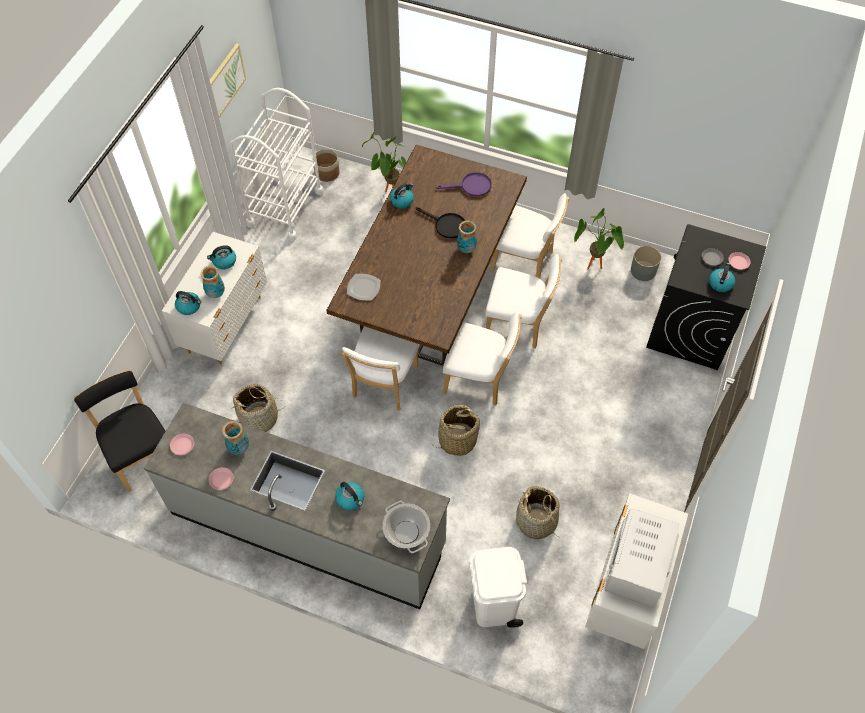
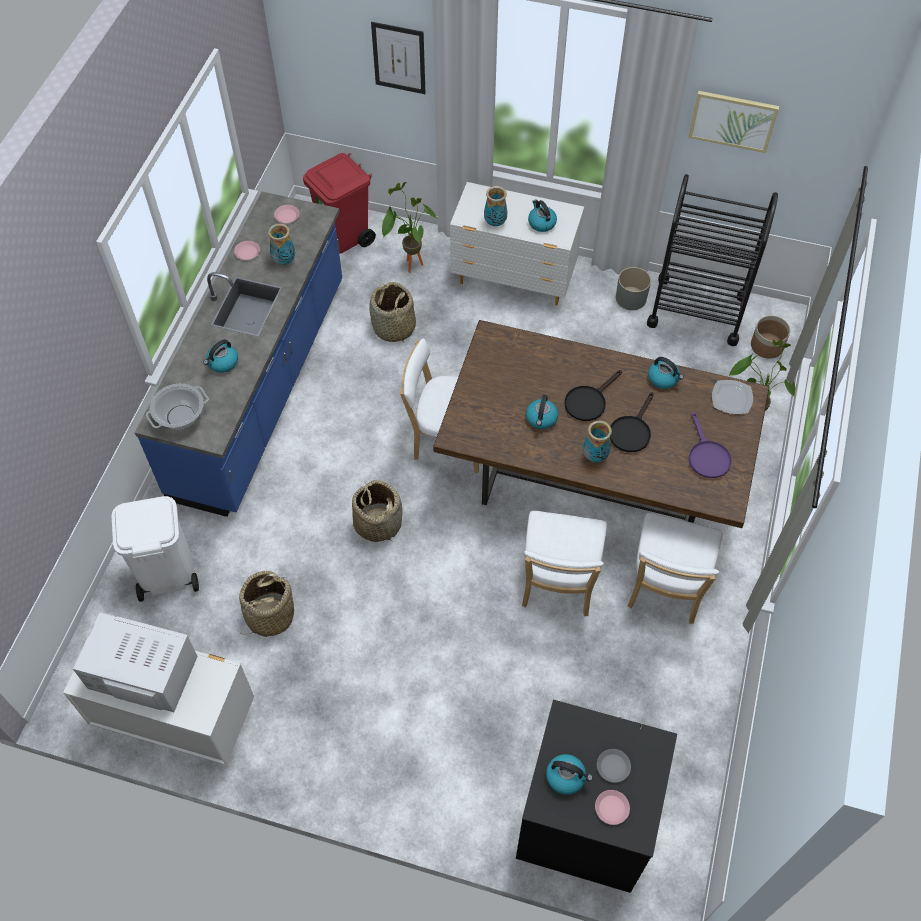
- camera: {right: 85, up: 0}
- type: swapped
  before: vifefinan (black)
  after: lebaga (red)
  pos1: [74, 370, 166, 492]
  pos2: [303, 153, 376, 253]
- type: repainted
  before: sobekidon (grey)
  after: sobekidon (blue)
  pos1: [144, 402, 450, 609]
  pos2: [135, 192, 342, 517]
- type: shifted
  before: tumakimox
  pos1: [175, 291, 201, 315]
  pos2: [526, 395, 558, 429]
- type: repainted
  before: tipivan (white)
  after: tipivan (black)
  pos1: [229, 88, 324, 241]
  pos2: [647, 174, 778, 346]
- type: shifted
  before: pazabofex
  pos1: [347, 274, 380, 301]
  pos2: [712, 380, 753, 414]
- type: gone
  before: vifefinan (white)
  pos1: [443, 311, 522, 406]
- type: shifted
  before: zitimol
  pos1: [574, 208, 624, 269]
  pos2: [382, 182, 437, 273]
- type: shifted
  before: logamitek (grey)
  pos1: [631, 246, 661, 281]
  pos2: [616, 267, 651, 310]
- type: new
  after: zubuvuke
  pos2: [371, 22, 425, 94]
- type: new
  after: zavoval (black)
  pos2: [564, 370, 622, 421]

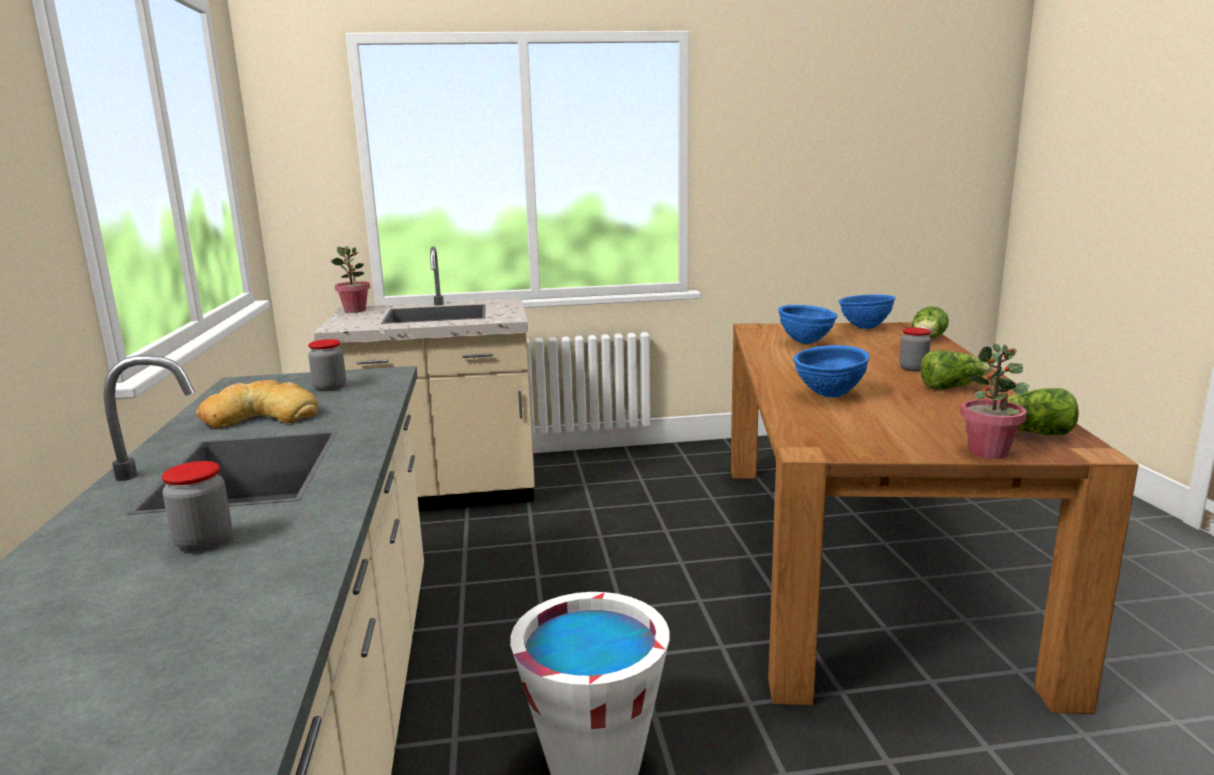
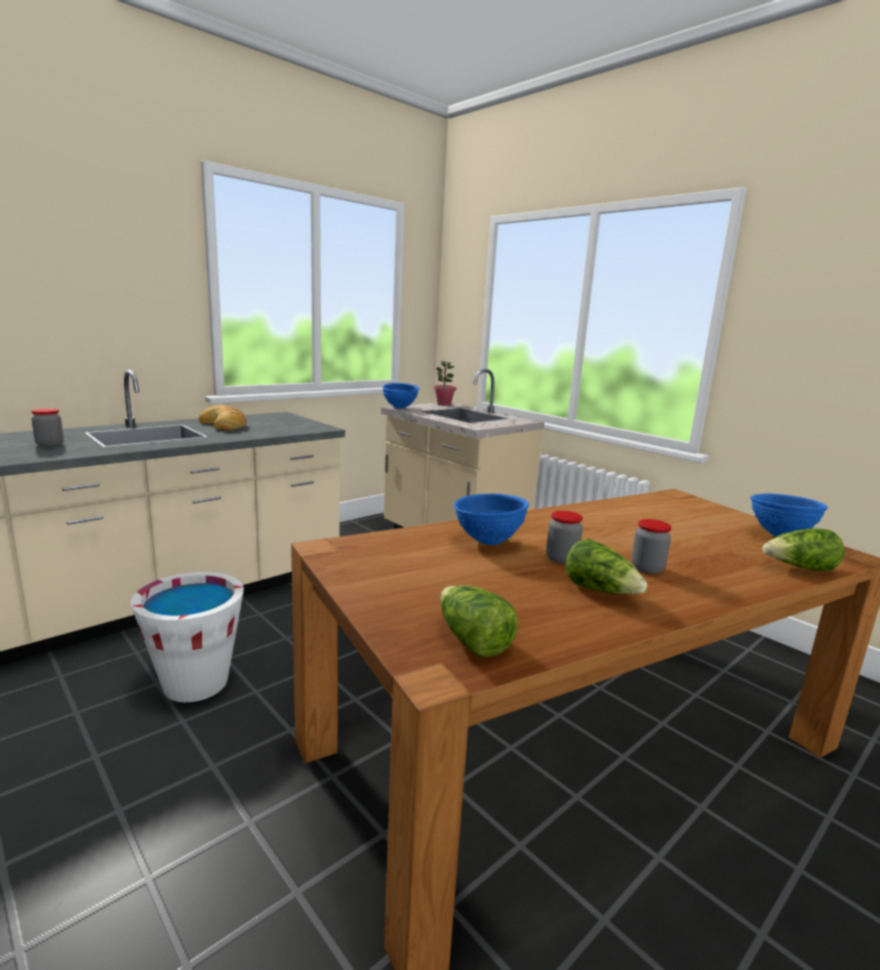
- camera: {right: 55, up: 0}
- type: shifted
  before: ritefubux
  pos1: [308, 339, 346, 391]
  pos2: [546, 511, 583, 564]
- type: shifted
  before: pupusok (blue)
  pos1: [778, 305, 838, 344]
  pos2: [382, 383, 420, 409]
- type: gone
  before: zitimol
  pos1: [960, 343, 1030, 459]

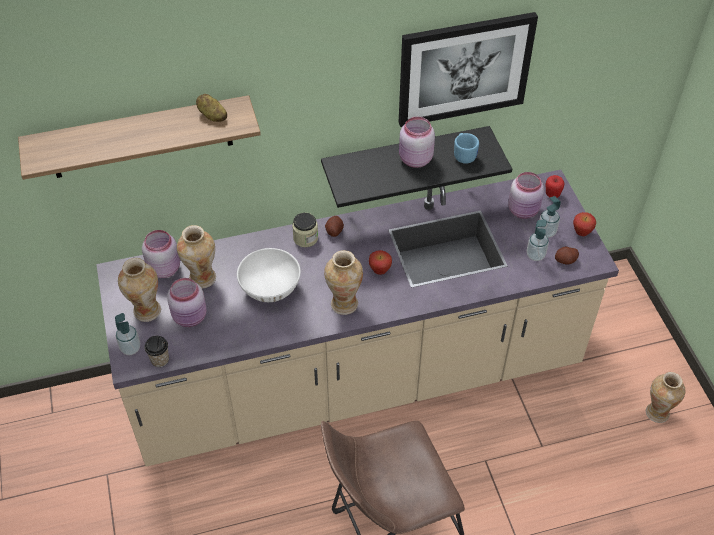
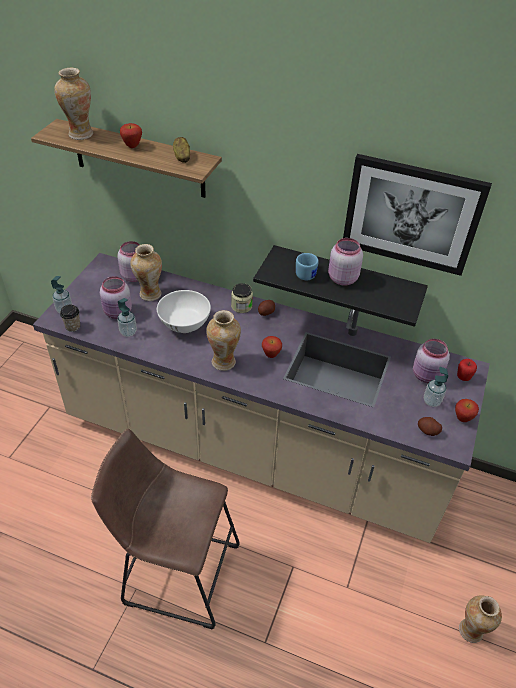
- camera: {right: 35, up: -5}
- type: shifted
  before: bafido
  pos1: [118, 258, 161, 322]
  pos2: [54, 68, 93, 140]
- type: shifted
  before: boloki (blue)
  pos1: [454, 133, 479, 164]
  pos2: [296, 253, 319, 280]
- type: shifted
  before: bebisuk
  pos1: [527, 220, 549, 261]
  pos2: [117, 298, 137, 337]
- type: new
  after: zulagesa
  pos2: [120, 123, 142, 148]

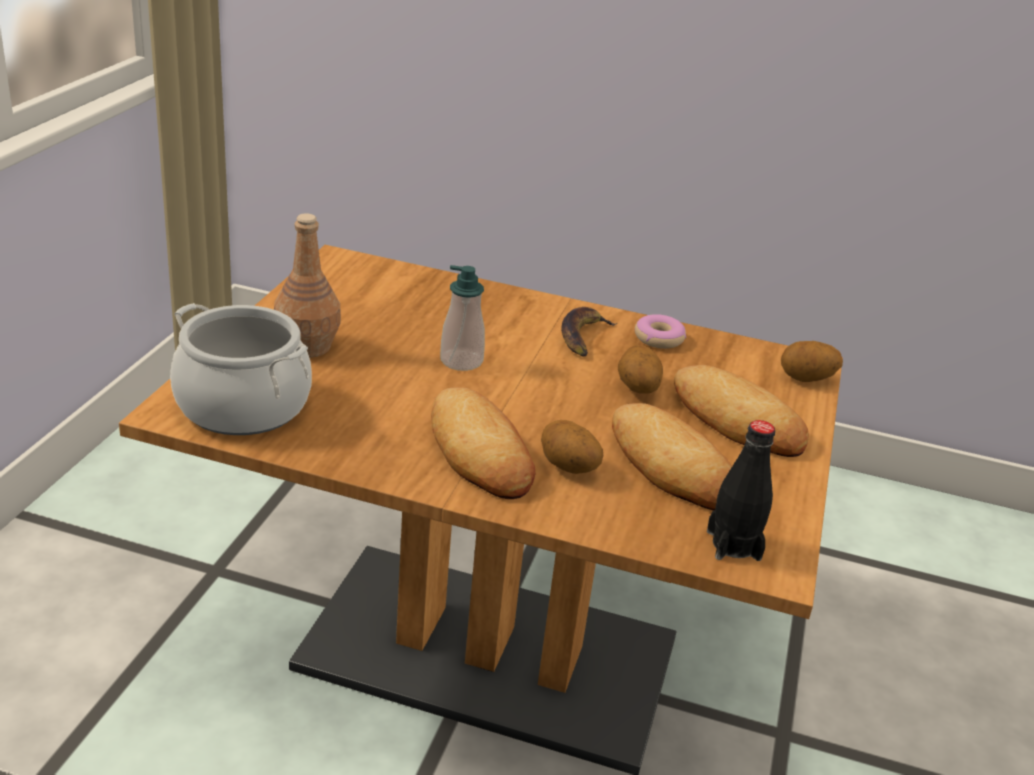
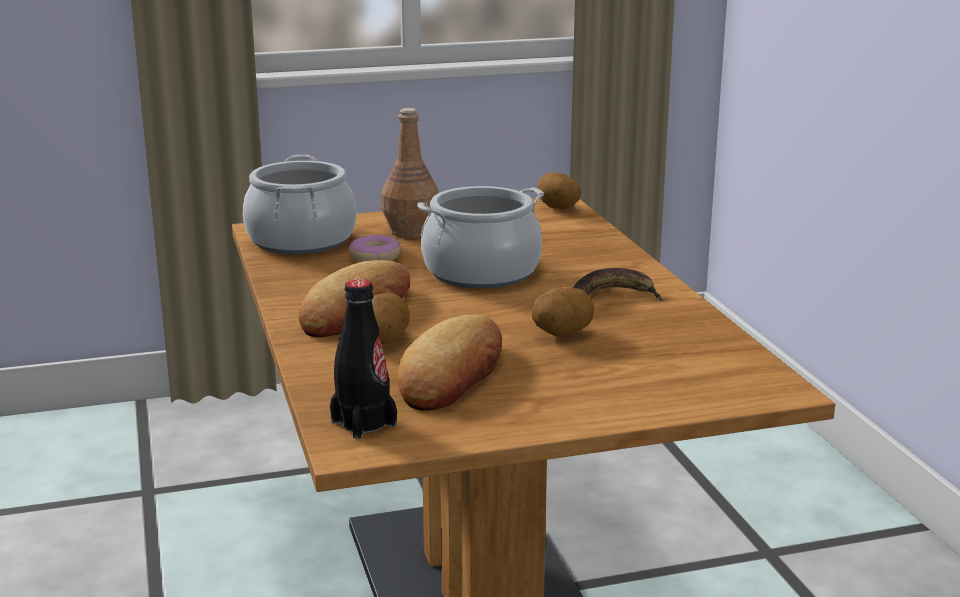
- camera: {right: 60, up: -10}
- type: swapped
  before: bebisuk
  after: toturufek
  pos1: [440, 265, 485, 371]
  pos2: [418, 186, 544, 288]
- type: shifted
  before: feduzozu
  pos1: [635, 314, 686, 349]
  pos2: [349, 235, 401, 262]
- type: gone
  before: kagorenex
  pos1: [674, 365, 809, 457]
- type: shifted
  before: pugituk
  pos1: [781, 341, 843, 382]
  pos2: [537, 172, 581, 209]

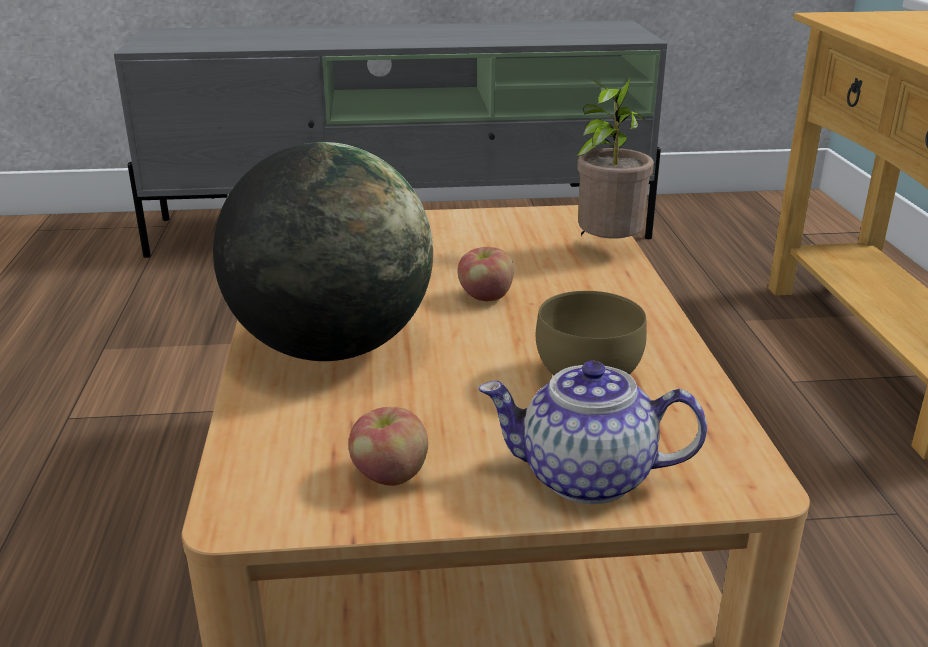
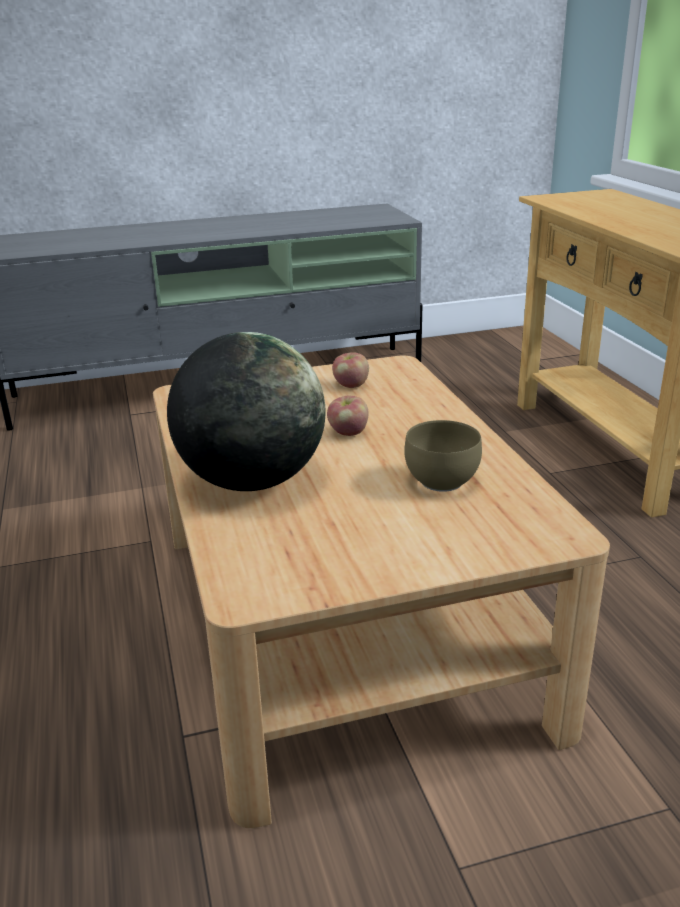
- camera: {right: -10, up: 0}
- type: shifted
  before: zulagesa
  pos1: [349, 407, 428, 486]
  pos2: [332, 352, 369, 388]
- type: gone
  before: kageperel
  pos1: [479, 361, 707, 504]
- type: gone
  before: zitimol
  pos1: [576, 78, 654, 239]

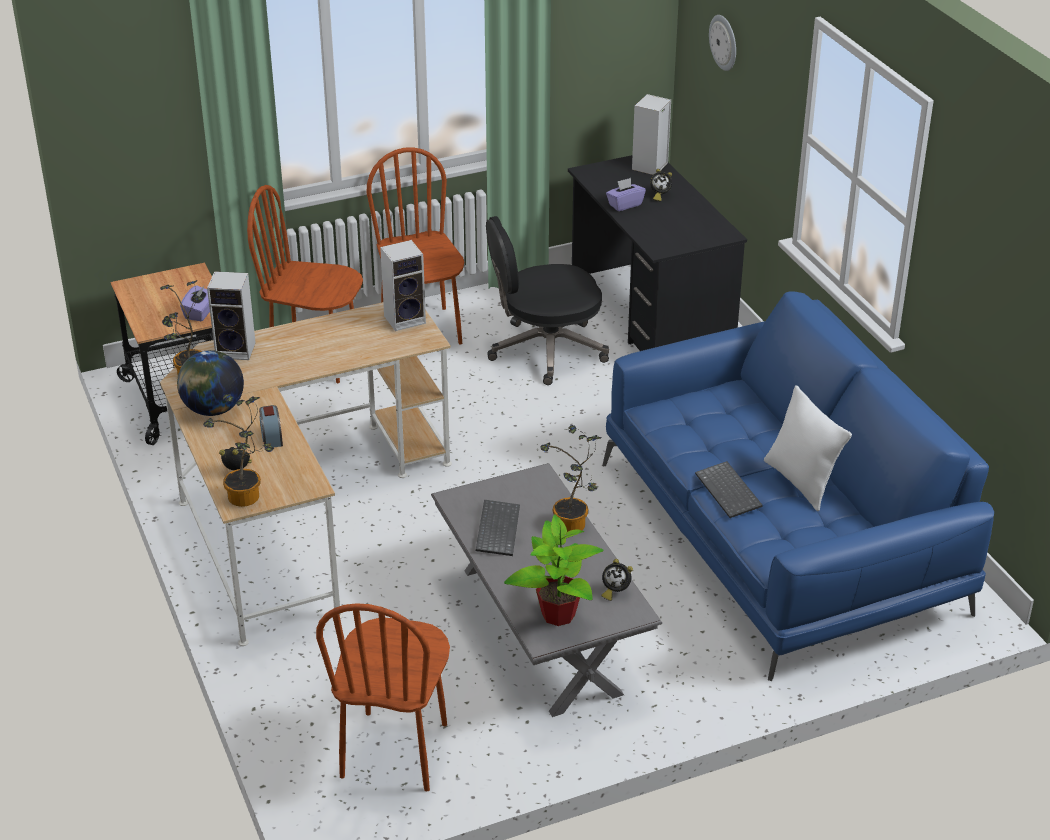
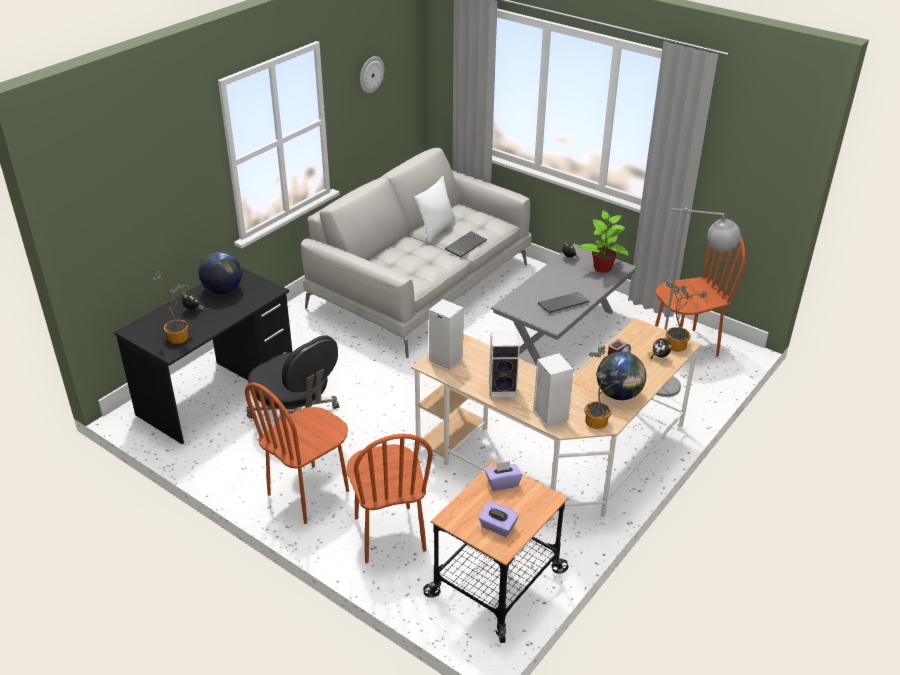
- camera: {right: -120, up: 0}
- type: shifted
  before: zitimol
  pos1: [540, 425, 601, 532]
  pos2: [152, 270, 191, 344]
- type: repainted
  before: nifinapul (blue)
  after: nifinapul (grey)
  pos1: [602, 291, 994, 681]
  pos2: [301, 148, 532, 358]
- type: shifted
  before: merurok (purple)
  pos1: [606, 178, 646, 211]
  pos2: [479, 502, 519, 537]
- type: shifted
  before: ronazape
  pos1: [632, 94, 671, 175]
  pos2: [489, 331, 520, 398]
- type: shifted
  before: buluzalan
  pos1: [709, 15, 736, 71]
  pos2: [360, 56, 384, 93]
- type: new
  after: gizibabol
  pos2: [199, 252, 242, 294]
- type: new
  after: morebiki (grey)
  pos2: [656, 207, 741, 397]

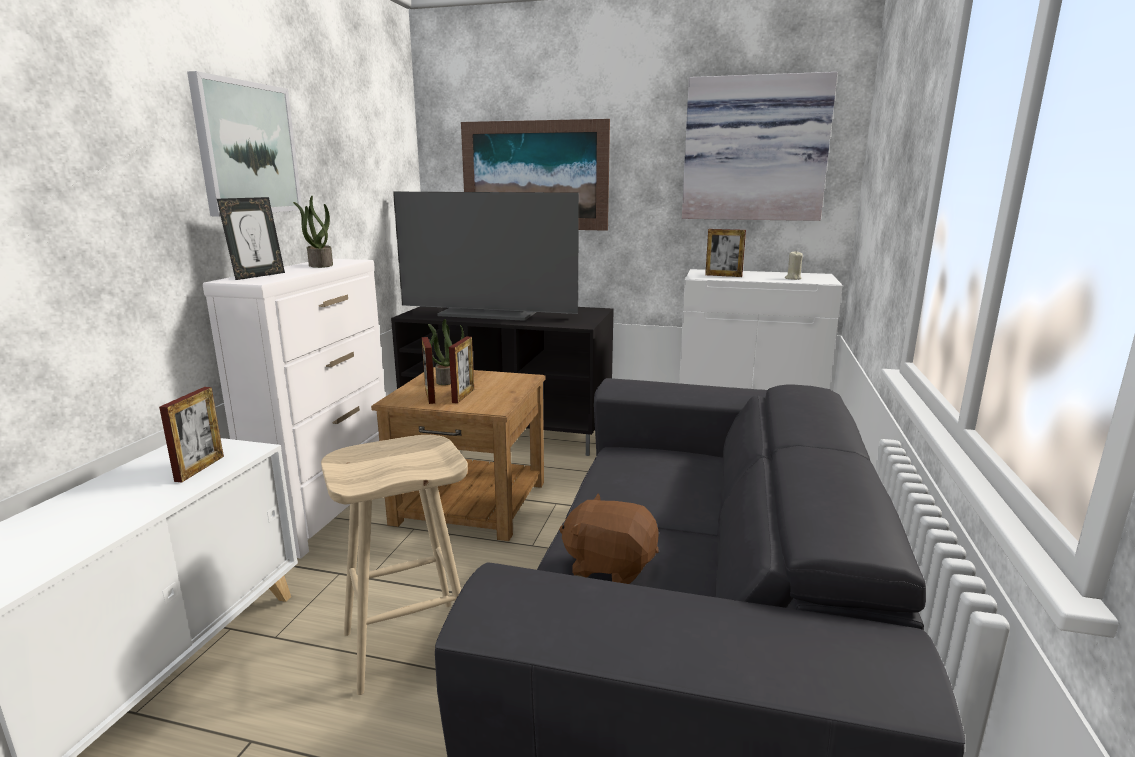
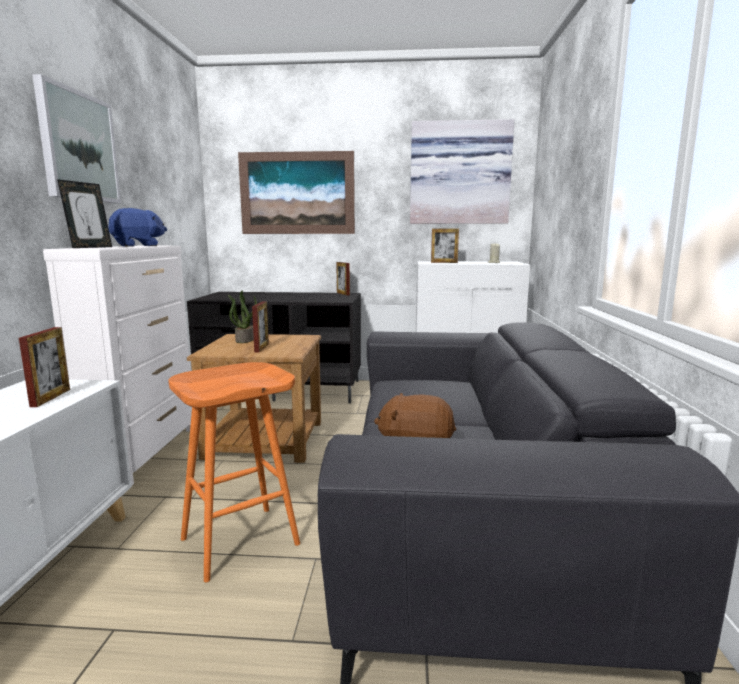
- camera: {right: -10, up: -5}
- type: swapped
  before: zitimol
  after: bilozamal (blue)
  pos1: [293, 196, 333, 268]
  pos2: [108, 208, 167, 247]
- type: repainted
  before: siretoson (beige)
  after: siretoson (orange)
  pos1: [321, 435, 468, 695]
  pos2: [168, 362, 300, 582]
- type: gone
  before: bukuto
  pos1: [393, 192, 579, 321]
- type: shifted
  before: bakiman
  pos1: [422, 337, 435, 404]
  pos2: [336, 262, 350, 295]

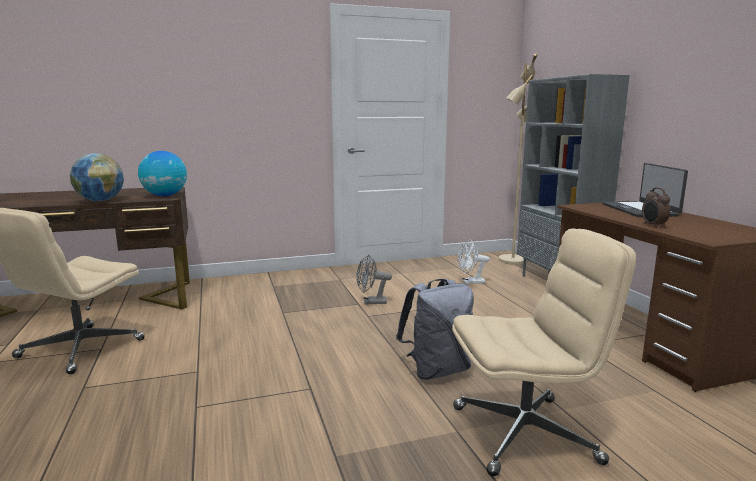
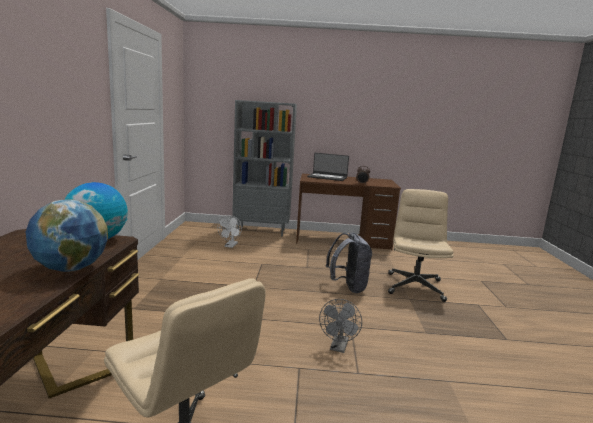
- camera: {right: -70, up: 0}
- type: shifted
  before: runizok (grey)
  pos1: [356, 255, 392, 304]
  pos2: [319, 299, 362, 353]
- type: gone
  before: morebiki (beige)
  pos1: [499, 53, 538, 265]

